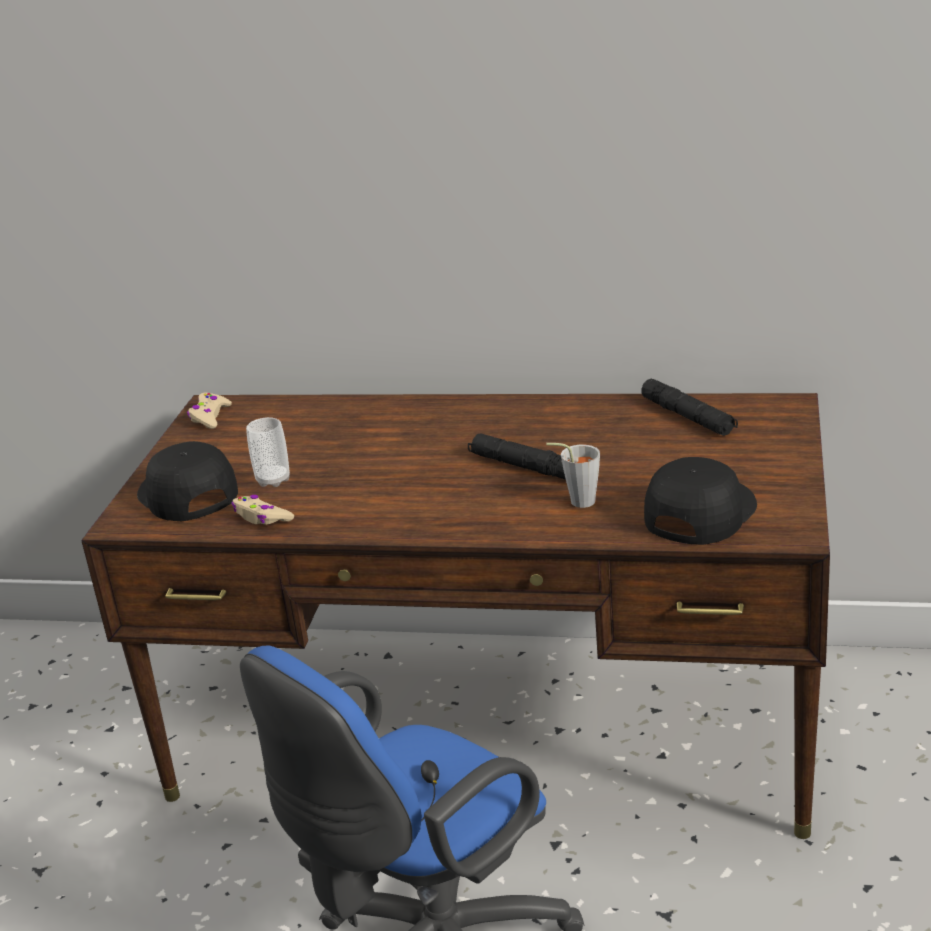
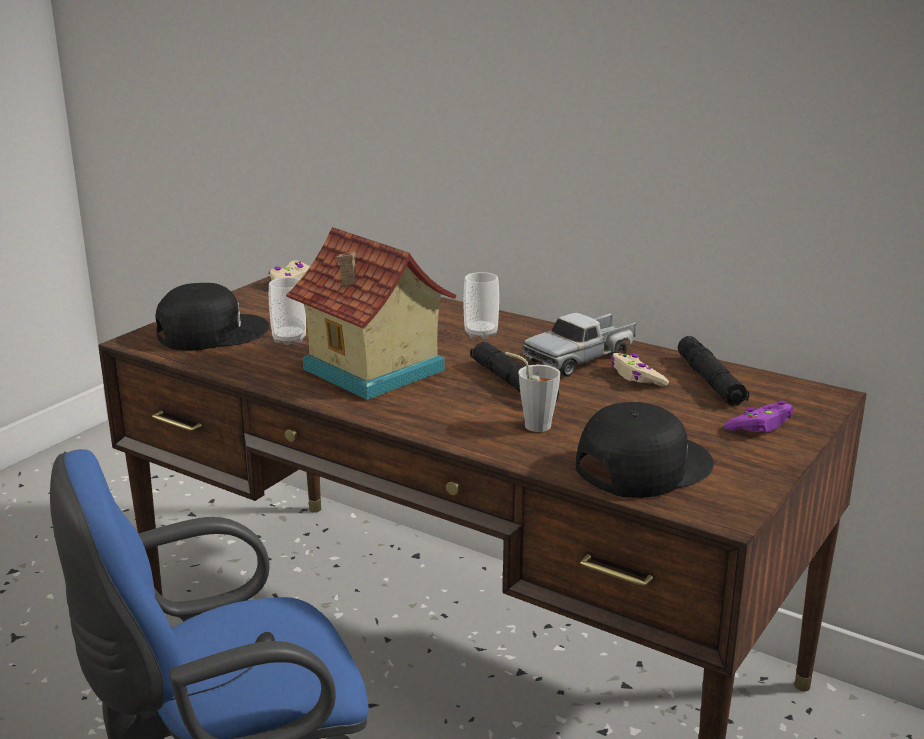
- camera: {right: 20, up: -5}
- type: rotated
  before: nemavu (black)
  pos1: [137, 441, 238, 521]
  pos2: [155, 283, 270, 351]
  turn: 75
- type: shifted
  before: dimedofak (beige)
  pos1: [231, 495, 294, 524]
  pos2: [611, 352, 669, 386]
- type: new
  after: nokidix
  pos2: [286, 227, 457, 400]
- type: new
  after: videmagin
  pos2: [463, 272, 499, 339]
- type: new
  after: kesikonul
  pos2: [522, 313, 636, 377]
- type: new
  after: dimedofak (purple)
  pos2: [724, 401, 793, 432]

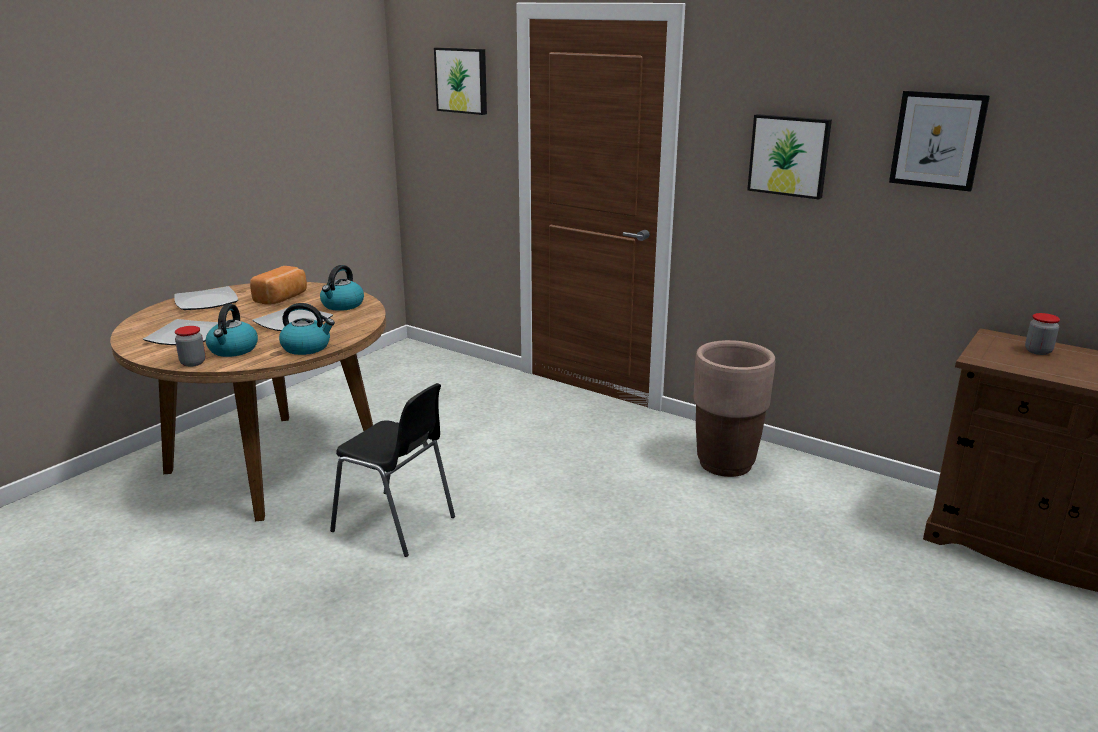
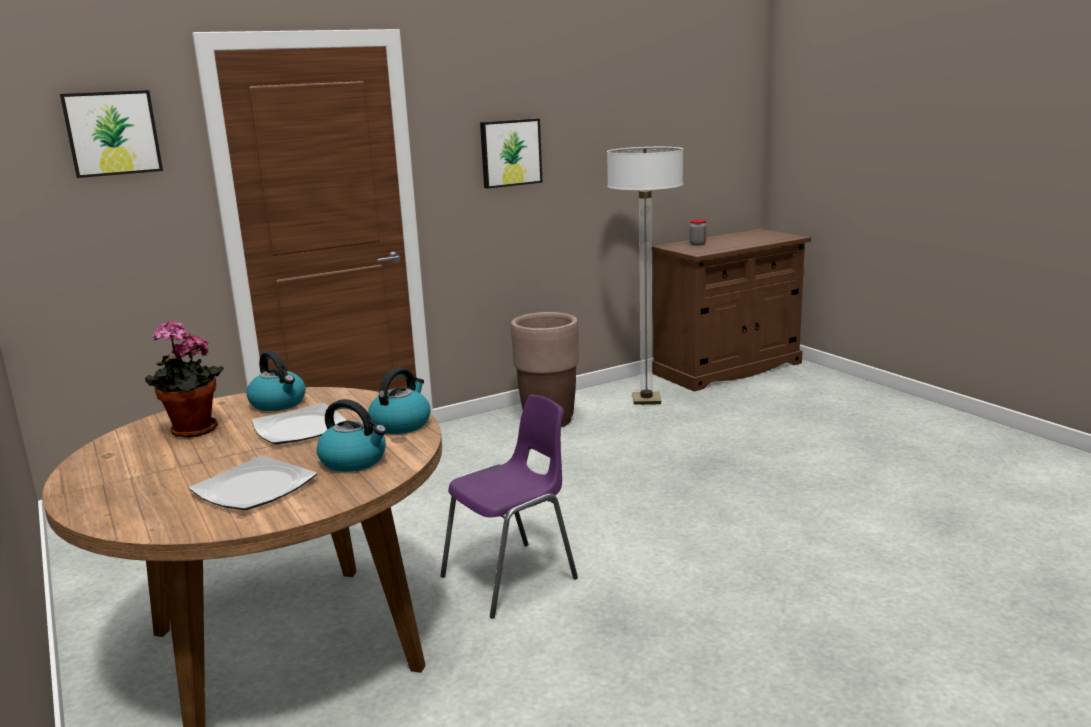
- camera: {right: -65, up: -5}
- type: gone
  before: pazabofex
  pos1: [174, 286, 238, 310]
- type: gone
  before: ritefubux
  pos1: [175, 326, 205, 367]
- type: swapped
  before: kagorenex
  after: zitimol
  pos1: [250, 266, 307, 305]
  pos2: [145, 320, 224, 438]
- type: repainted
  before: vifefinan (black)
  after: vifefinan (purple)
  pos1: [330, 383, 455, 557]
  pos2: [440, 395, 578, 619]
- type: gone
  before: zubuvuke
  pos1: [889, 91, 990, 192]
- type: new
  after: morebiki
  pos2: [607, 147, 683, 405]

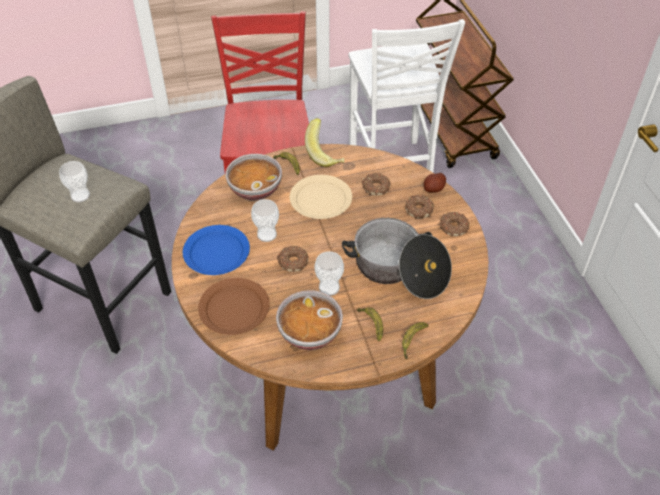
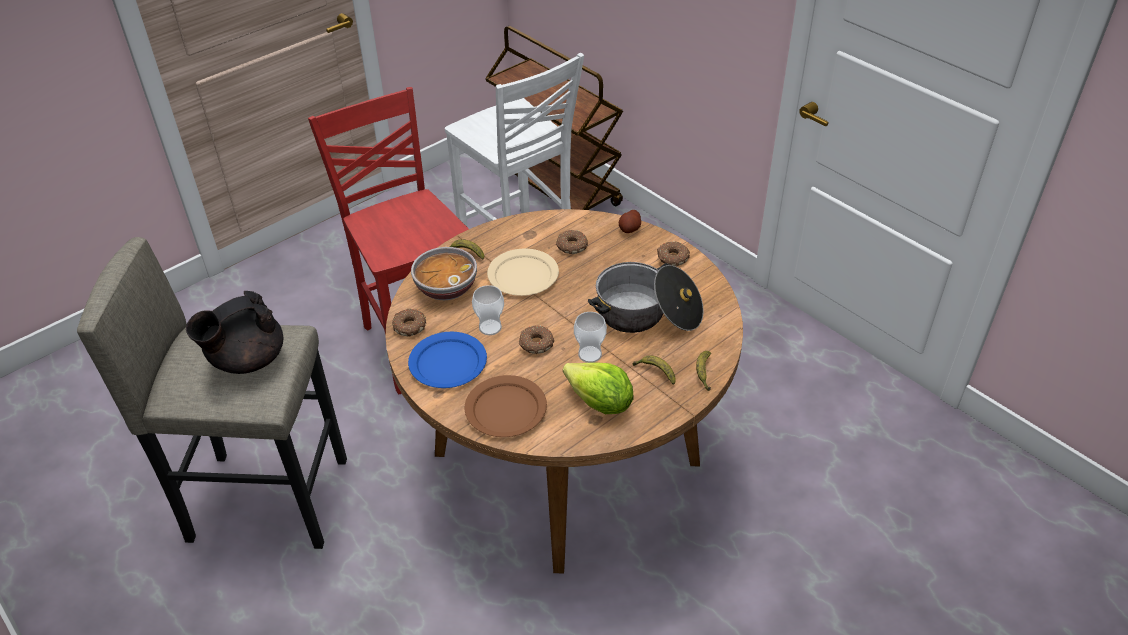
- camera: {right: -25, up: -5}
- type: swapped
  before: videmagin
  after: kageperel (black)
  pos1: [59, 161, 90, 202]
  pos2: [186, 291, 283, 374]
- type: swapped
  before: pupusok
  after: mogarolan
  pos1: [276, 290, 343, 350]
  pos2: [563, 363, 633, 414]
- type: gone
  before: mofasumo
  pos1: [305, 118, 344, 167]
- type: shifted
  before: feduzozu
  pos1: [405, 195, 434, 218]
  pos2: [392, 309, 426, 337]

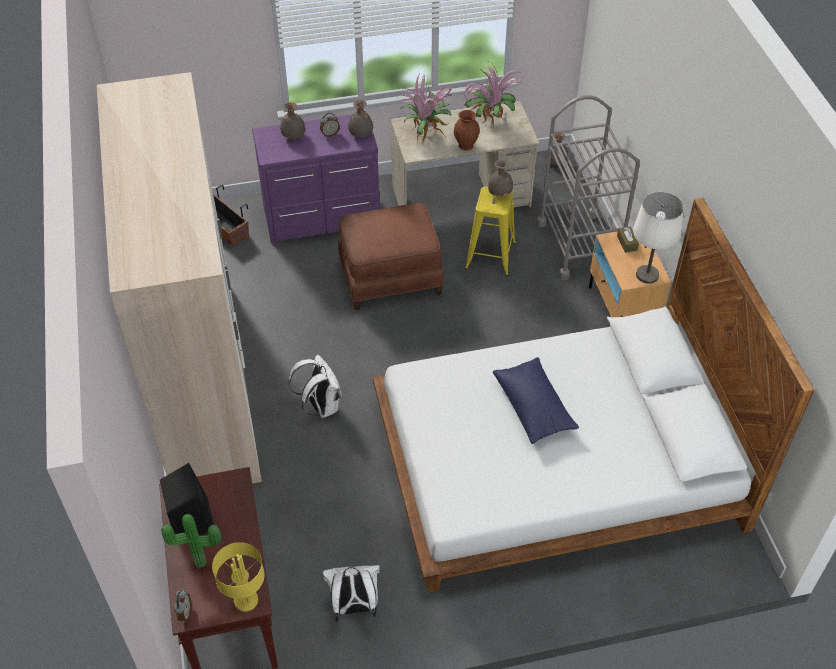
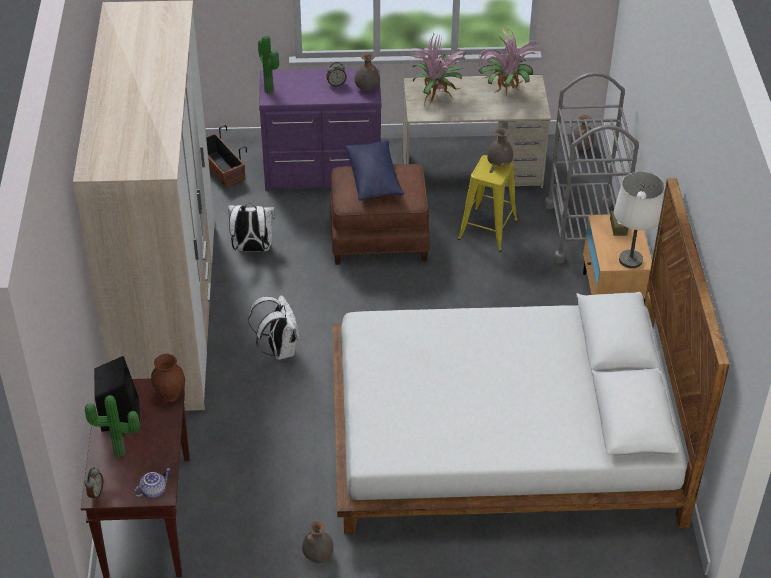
- camera: {right: 10, up: -5}
- type: swapped
  before: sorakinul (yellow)
  after: kageperel
  pos1: [212, 542, 264, 612]
  pos2: [134, 468, 170, 498]
- type: shifted
  before: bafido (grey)
  pos1: [280, 102, 306, 139]
  pos2: [302, 520, 334, 563]
- type: shifted
  before: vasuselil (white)
  pos1: [322, 565, 380, 622]
  pos2: [228, 203, 275, 252]
- type: shifted
  before: bafido (brown)
  pos1: [454, 110, 480, 150]
  pos2: [151, 354, 185, 402]
- type: shifted
  before: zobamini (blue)
  pos1: [493, 357, 579, 444]
  pos2: [345, 140, 404, 201]
- type: new
  after: zitimol
  pos2: [258, 36, 279, 94]

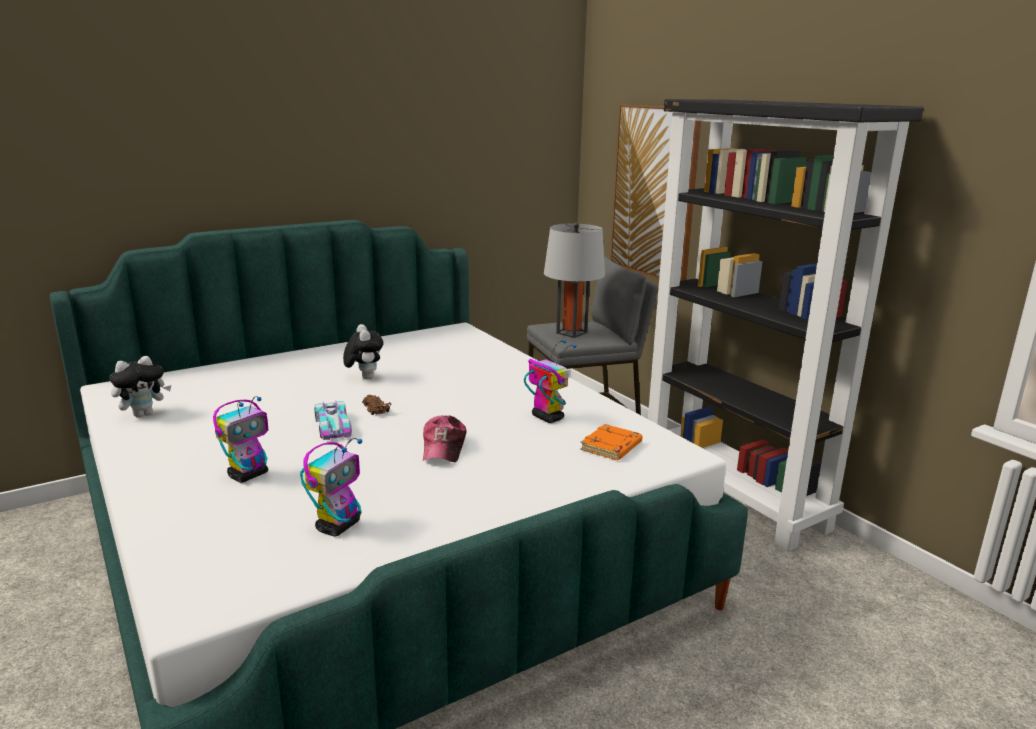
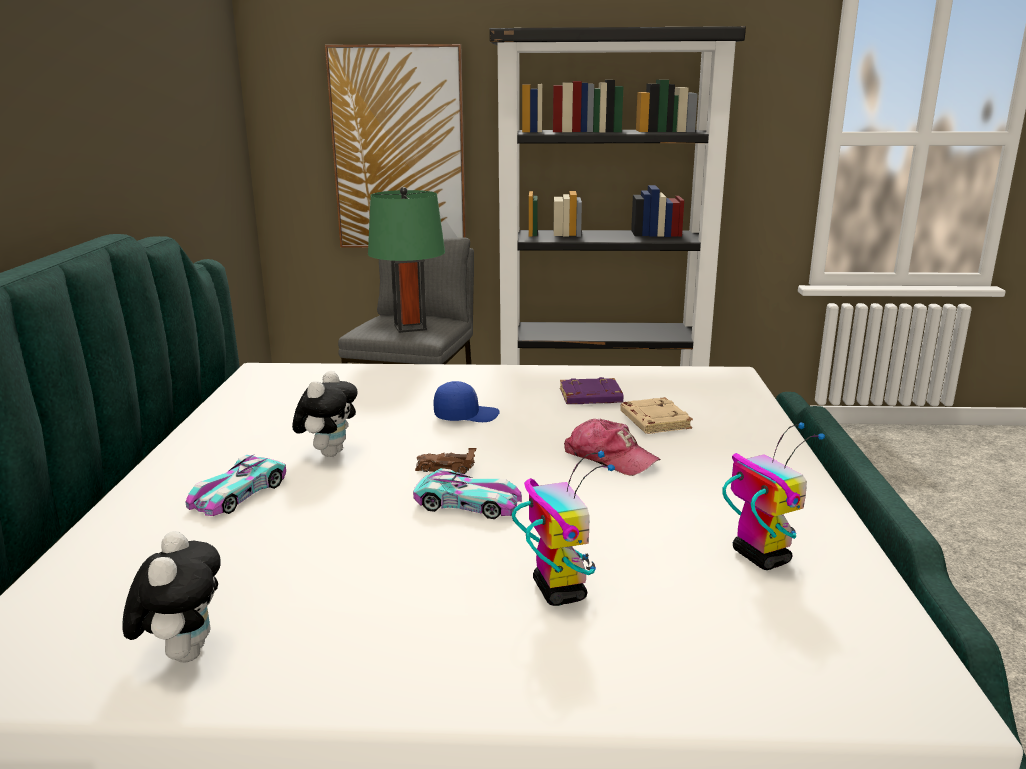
- camera: {right: -55, up: 0}
- type: rotated
  before: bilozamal
  pos1: [343, 324, 384, 379]
  pos2: [292, 371, 358, 457]
  turn: 90
- type: swapped
  before: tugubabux
  after: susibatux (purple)
  pos1: [524, 340, 577, 423]
  pos2: [560, 377, 623, 404]
- type: repainted
  before: sorakinul (grey)
  after: sorakinul (green)
  pos1: [544, 222, 605, 338]
  pos2: [368, 187, 445, 333]
- type: gone
  before: susibatux (orange)
  pos1: [580, 424, 642, 460]
- type: new
  after: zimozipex
  pos2: [185, 455, 286, 516]
- type: new
  after: nemavu (blue)
  pos2: [433, 381, 500, 422]
- type: new
  after: susibatux (beige)
  pos2: [620, 397, 693, 434]

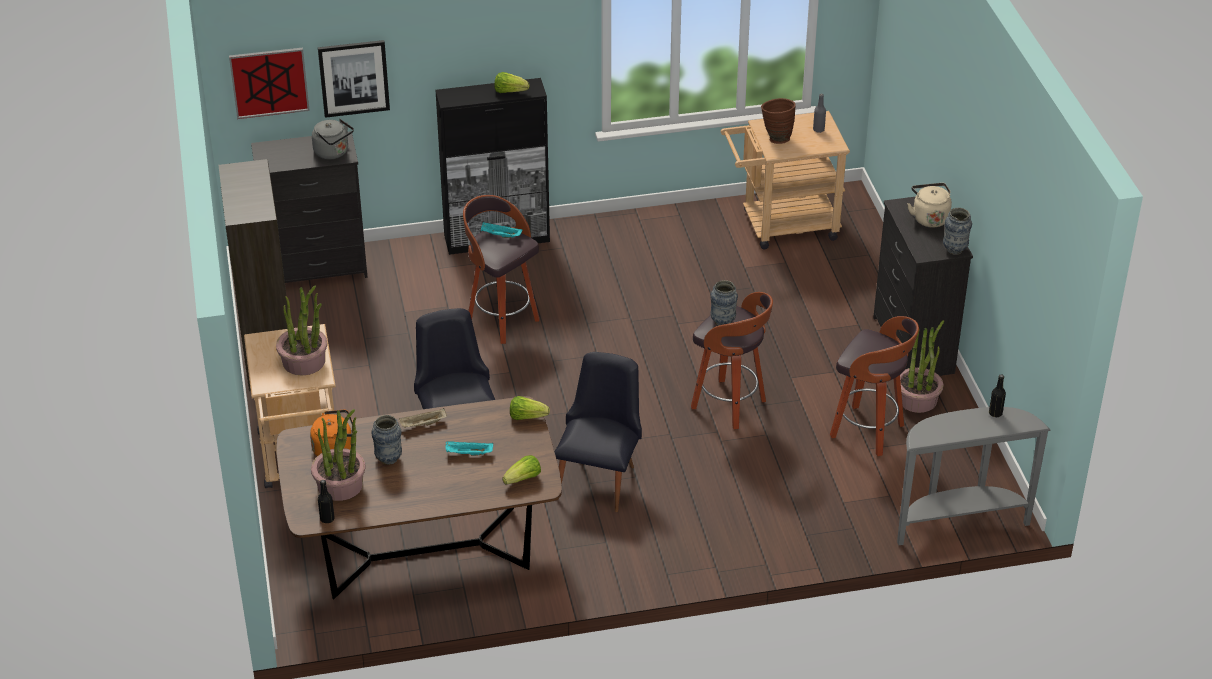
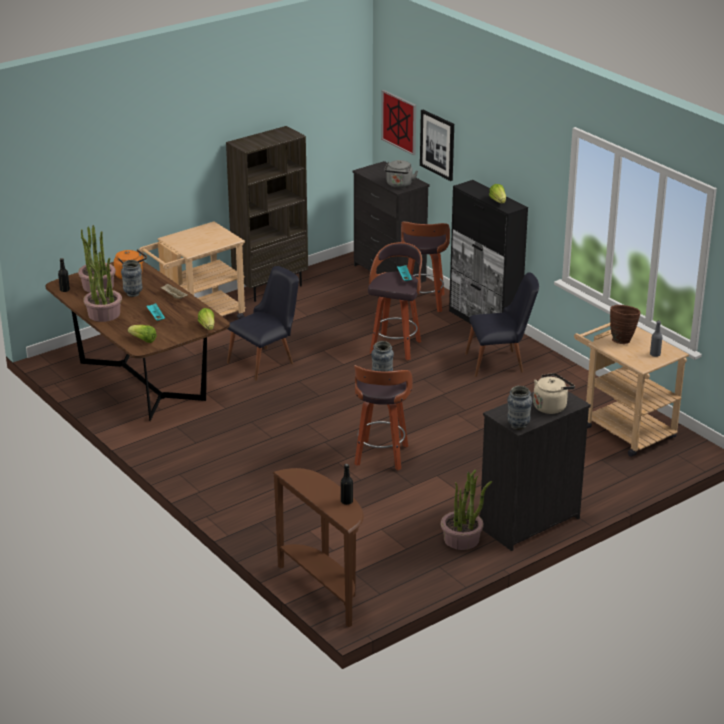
- camera: {right: 65, up: -10}
- type: shifted
  before: zitimol
  pos1: [276, 285, 327, 376]
  pos2: [83, 252, 122, 322]
- type: shifted
  before: vifefinan (black)
  pos1: [555, 352, 642, 512]
  pos2: [465, 272, 539, 377]
- type: shifted
  before: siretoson
  pos1: [830, 316, 919, 456]
  pos2: [401, 222, 450, 312]
- type: repainted
  before: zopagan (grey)
  after: zopagan (brown)
  pos1: [897, 407, 1051, 545]
  pos2: [273, 468, 364, 627]

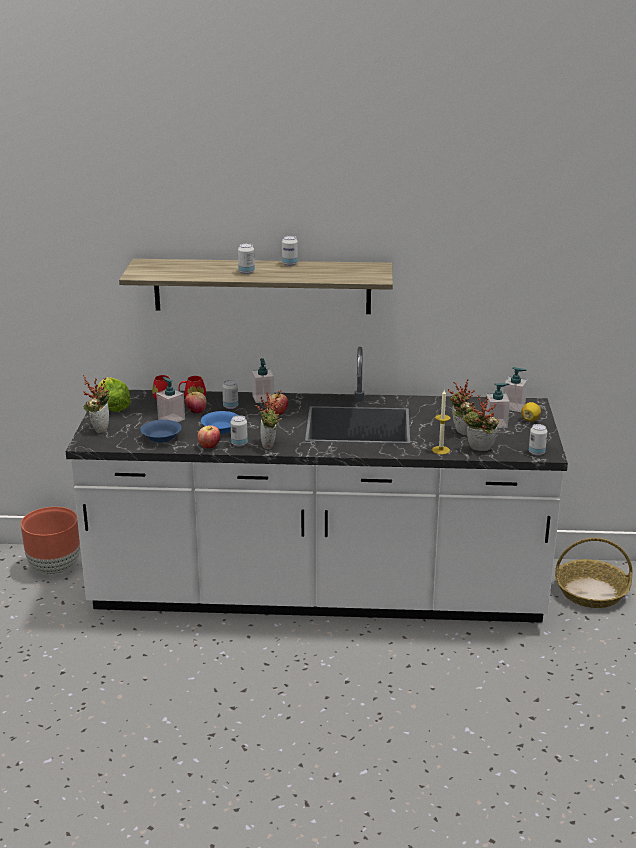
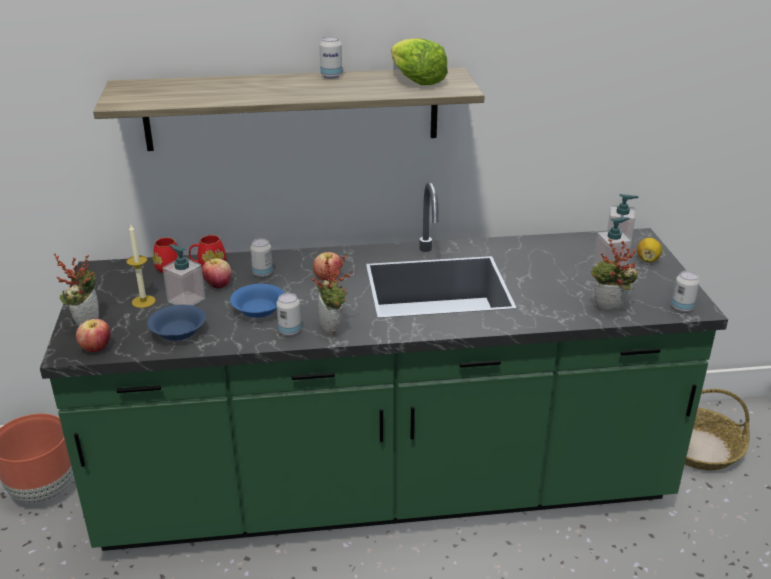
- camera: {right: -10, up: 5}
- type: repainted
  before: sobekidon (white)
  after: sobekidon (green)
  pos1: [65, 347, 568, 623]
  pos2: [40, 182, 728, 551]
- type: shifted
  before: mogarolan
  pos1: [97, 377, 131, 412]
  pos2: [391, 38, 448, 85]
- type: shifted
  before: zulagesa
  pos1: [197, 425, 221, 449]
  pos2: [76, 319, 111, 352]
- type: gone
  before: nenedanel
  pos1: [238, 243, 255, 274]
- type: gone
  before: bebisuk
  pos1: [252, 358, 274, 403]
- type: shifted
  before: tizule
  pos1: [432, 390, 450, 455]
  pos2: [126, 225, 156, 308]
- type: gone
  before: zitimol
  pos1: [448, 379, 476, 436]

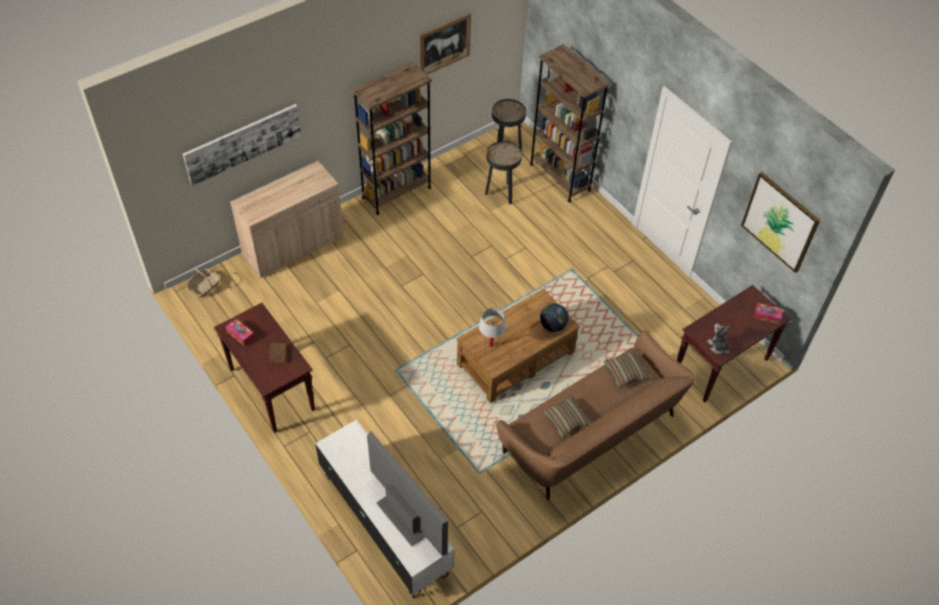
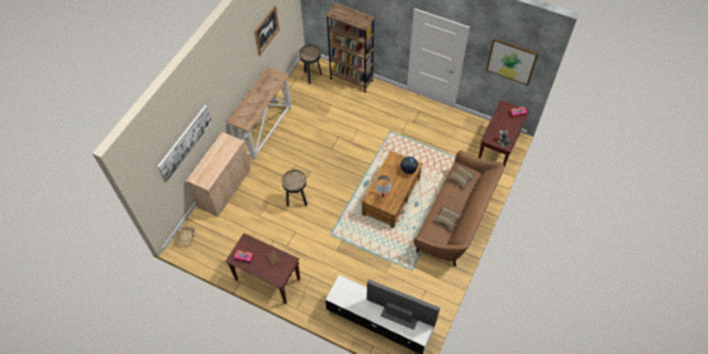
- camera: {right: -25, up: 5}
- type: swapped
  before: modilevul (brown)
  after: zopagan
  pos1: [352, 62, 432, 215]
  pos2: [226, 67, 292, 160]
- type: shifted
  before: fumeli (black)
  pos1: [485, 141, 522, 204]
  pos2: [282, 170, 307, 207]

